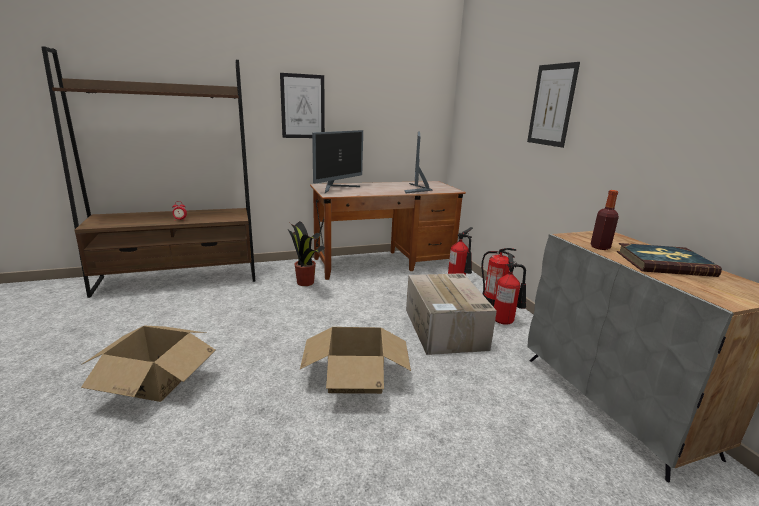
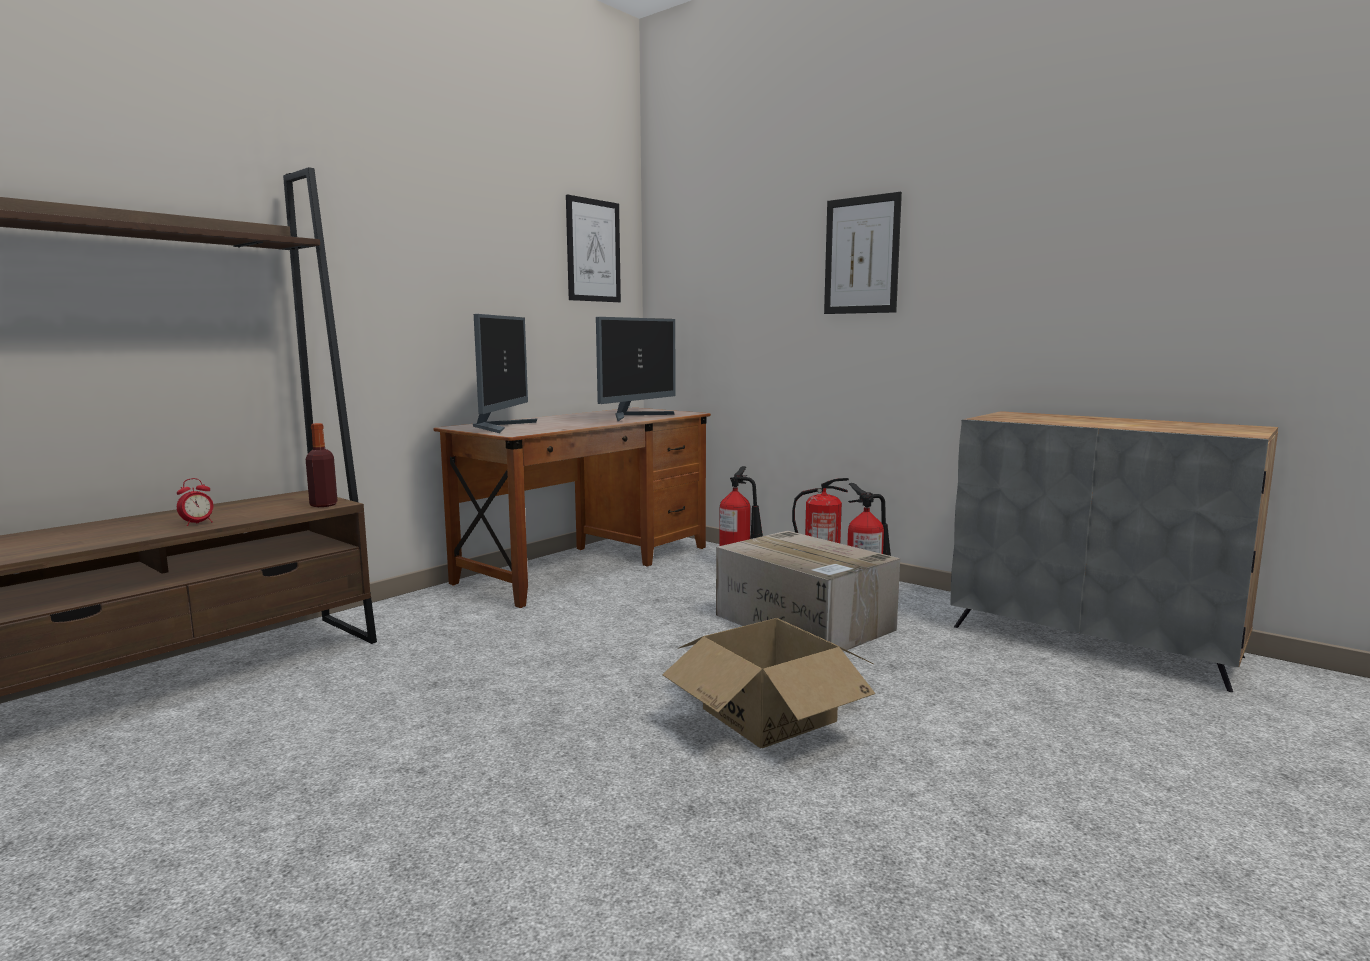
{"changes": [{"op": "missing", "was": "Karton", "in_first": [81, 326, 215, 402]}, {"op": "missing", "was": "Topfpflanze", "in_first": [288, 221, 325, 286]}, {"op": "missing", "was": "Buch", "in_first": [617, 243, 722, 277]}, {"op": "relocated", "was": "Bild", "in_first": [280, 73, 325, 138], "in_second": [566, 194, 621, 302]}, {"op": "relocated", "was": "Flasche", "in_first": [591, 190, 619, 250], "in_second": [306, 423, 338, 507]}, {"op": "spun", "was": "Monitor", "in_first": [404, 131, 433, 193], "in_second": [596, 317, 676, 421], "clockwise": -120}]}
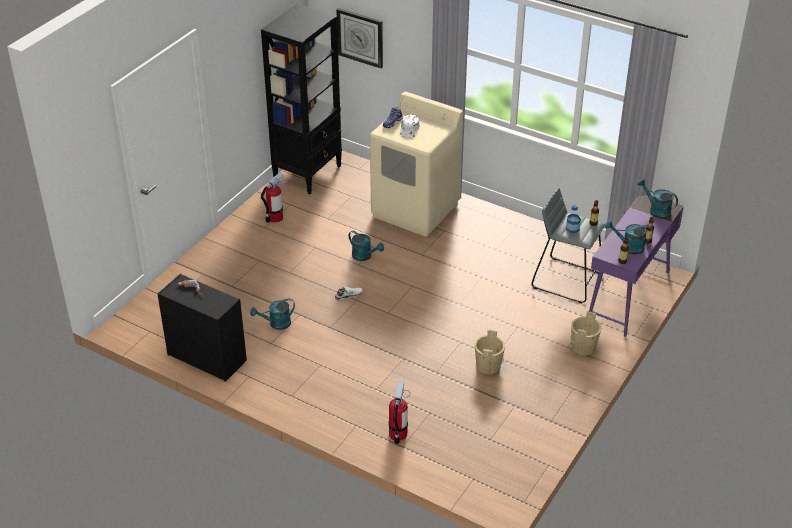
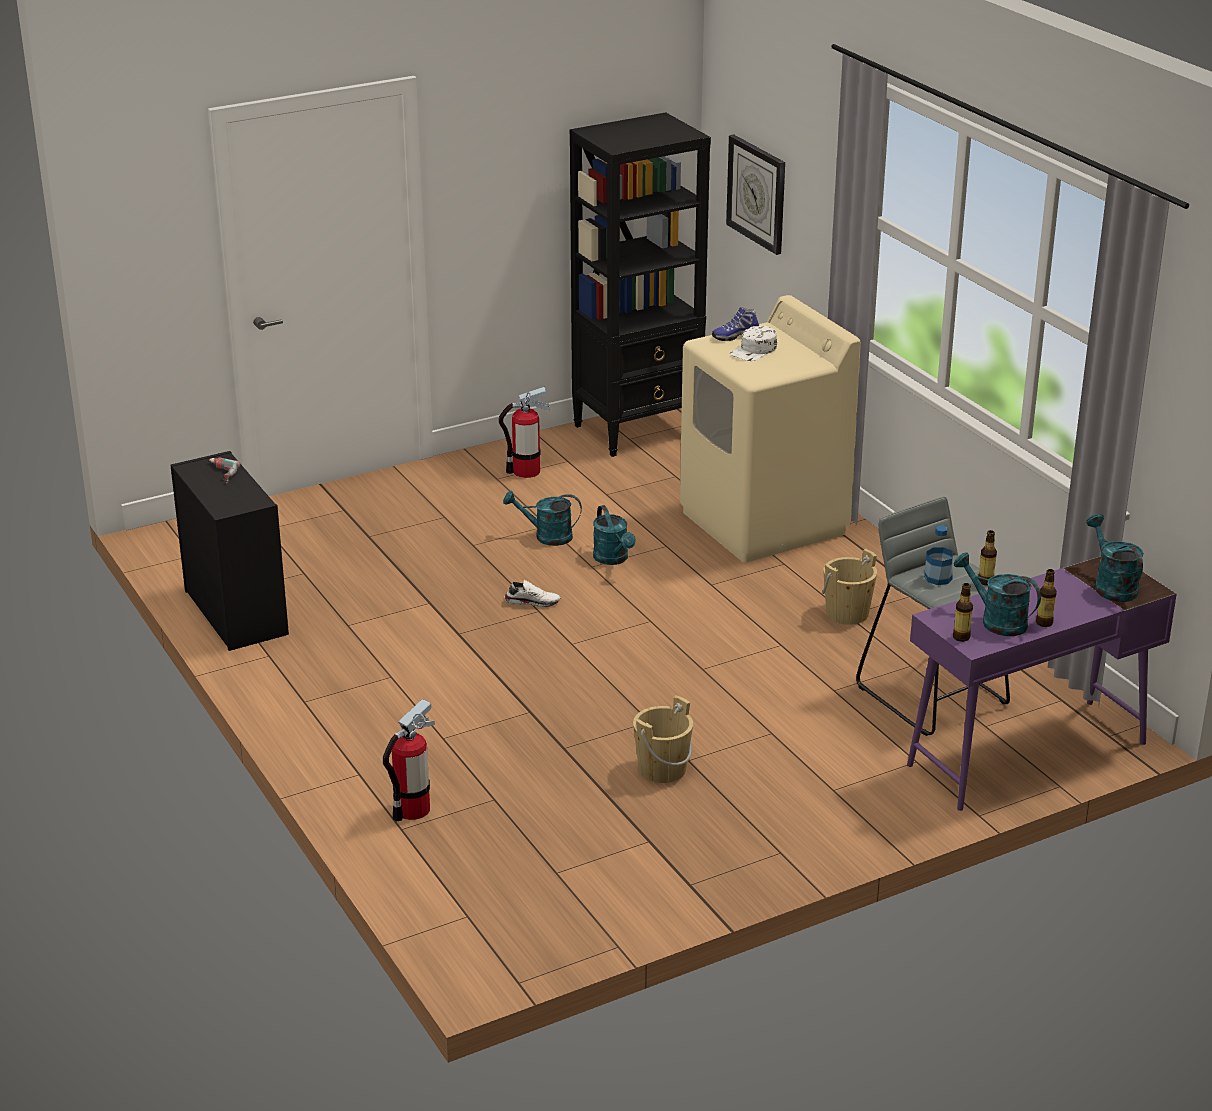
{"changes": [{"op": "relocated", "was": "Gießkanne (türkis)", "in_first": [250, 298, 295, 330], "in_second": [503, 491, 582, 546]}, {"op": "relocated", "was": "Eimer (beige)", "in_first": [570, 311, 602, 355], "in_second": [822, 549, 877, 625]}]}
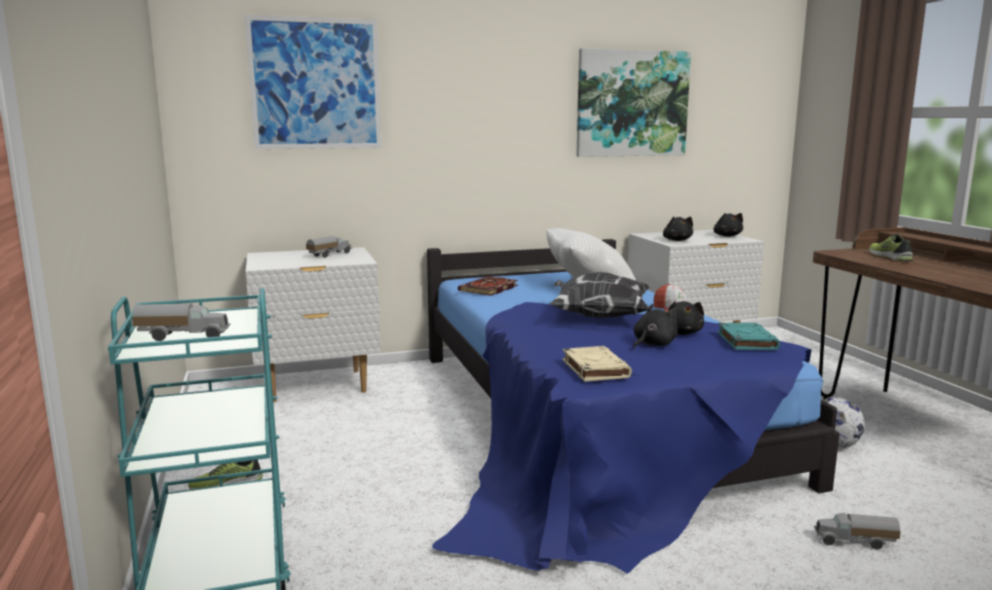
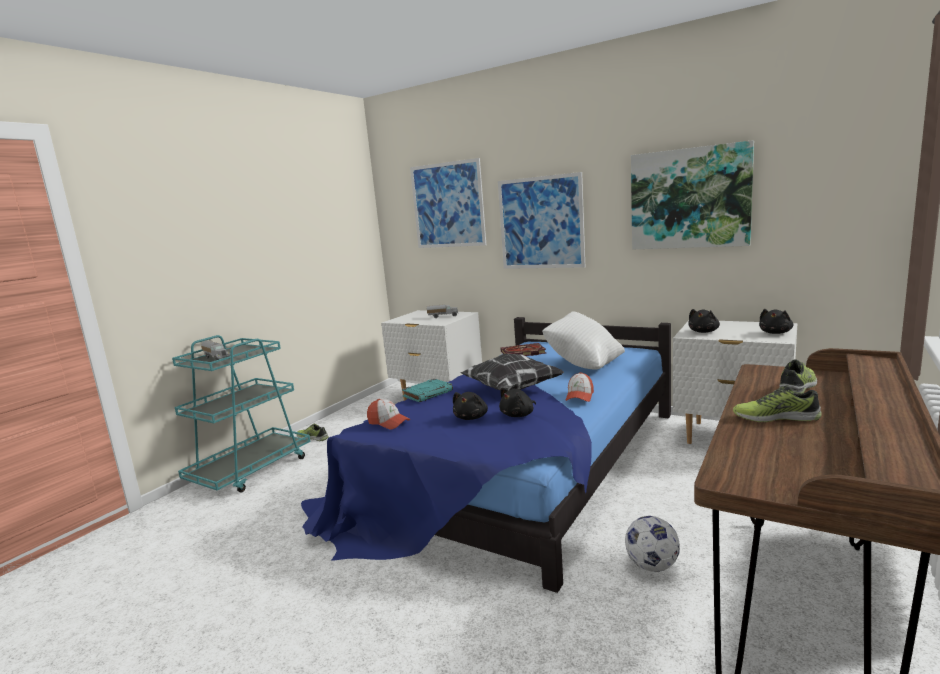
{"changes": [{"op": "missing", "was": "Spielzeuglaster", "in_first": [814, 513, 901, 550]}, {"op": "appeared", "now": "Bild", "in_second": [498, 172, 585, 269]}, {"op": "appeared", "now": "Schuh", "in_second": [733, 385, 822, 422]}, {"op": "relocated", "was": "Buch (türkis)", "in_first": [717, 323, 780, 350], "in_second": [402, 379, 453, 402]}, {"op": "exchanged", "was": "Buch (beige)", "now": "Kappe", "in_first": [562, 346, 632, 382], "in_second": [367, 399, 411, 430]}, {"op": "spun", "was": "Plüschtier (schwarz)", "in_first": [633, 304, 678, 349], "in_second": [453, 392, 488, 420], "clockwise": 105}]}
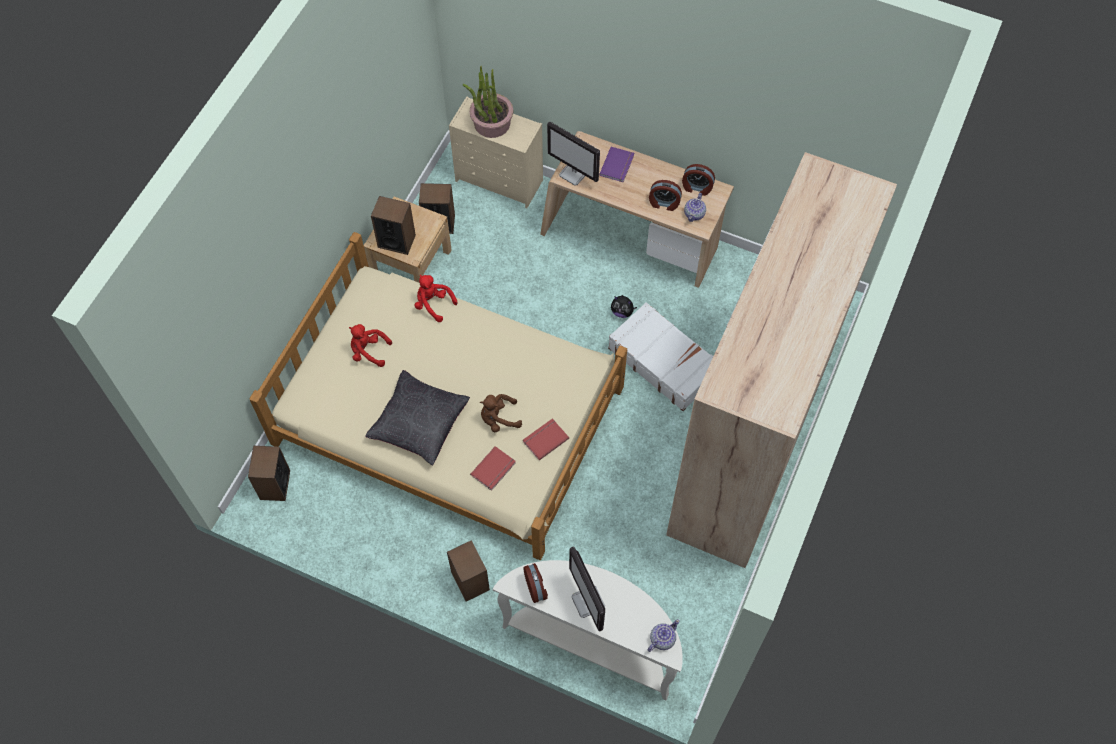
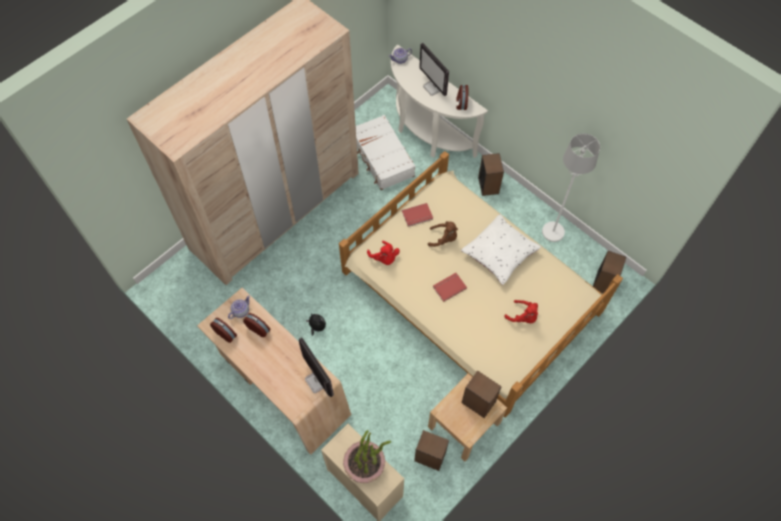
{"changes": [{"op": "missing", "was": "Buch (lila)", "in_first": [599, 147, 634, 182]}, {"op": "appeared", "now": "Stehlampe (weiß)", "in_second": [542, 133, 600, 242]}, {"op": "relocated", "was": "Plüschtier (rot)", "in_first": [415, 275, 458, 322], "in_second": [367, 241, 400, 265]}, {"op": "relocated", "was": "Buch (rot)", "in_first": [470, 446, 516, 491], "in_second": [433, 273, 467, 302]}, {"op": "relocated", "was": "Koffer (weiß)", "in_first": [608, 302, 713, 411], "in_second": [356, 115, 415, 190]}, {"op": "colour", "was": "Kissen (schwarz)", "now": "Kissen (weiß)", "in_first": [365, 370, 470, 466], "in_second": [461, 214, 541, 285]}, {"op": "spun", "was": "Monitor", "in_first": [569, 547, 605, 631], "in_second": [419, 43, 449, 96], "clockwise": 150}]}
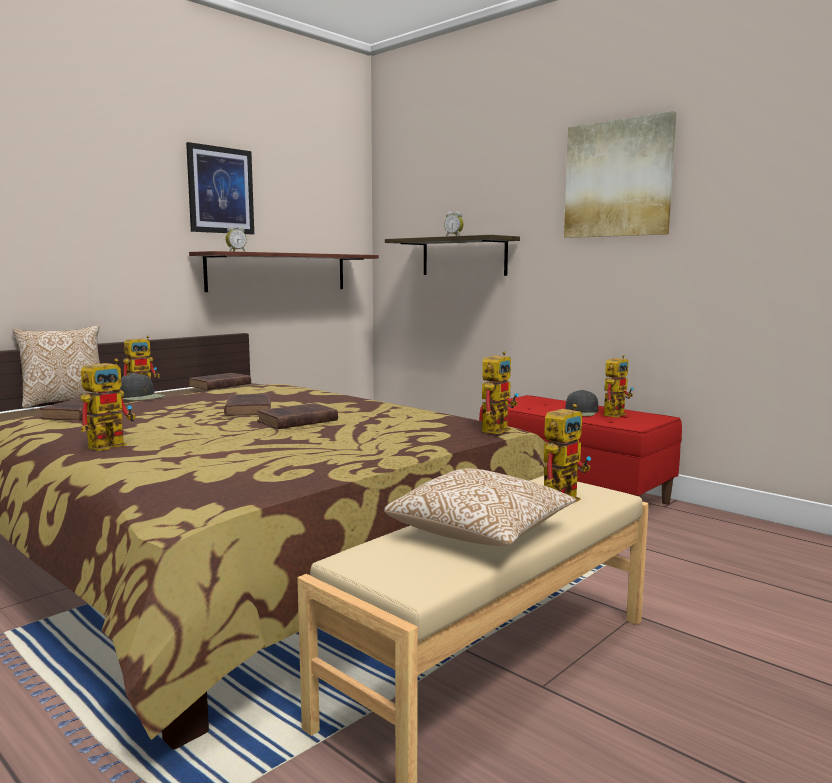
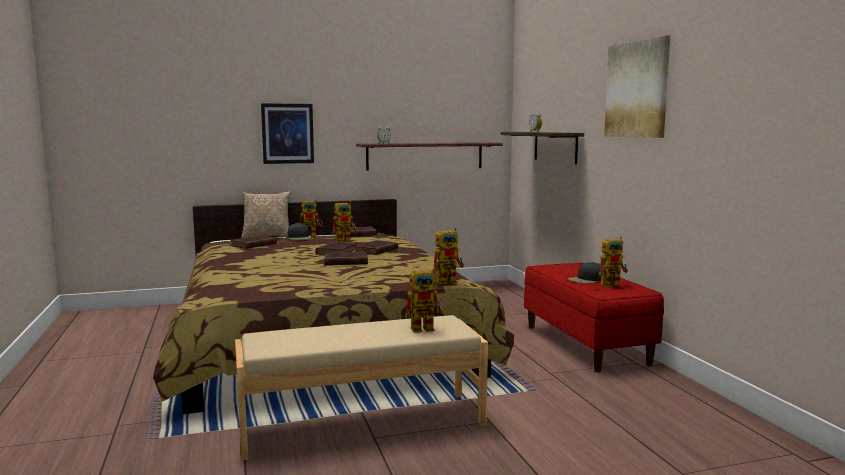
{"changes": [{"op": "missing", "was": "Kissen", "in_first": [384, 468, 576, 546]}, {"op": "appeared", "now": "Buch (braun)", "in_second": [354, 240, 398, 255]}, {"op": "relocated", "was": "Spielzeugroboter", "in_first": [81, 359, 135, 451], "in_second": [332, 201, 357, 242]}, {"op": "relocated", "was": "Bild", "in_first": [186, 142, 254, 234], "in_second": [261, 103, 314, 164]}]}
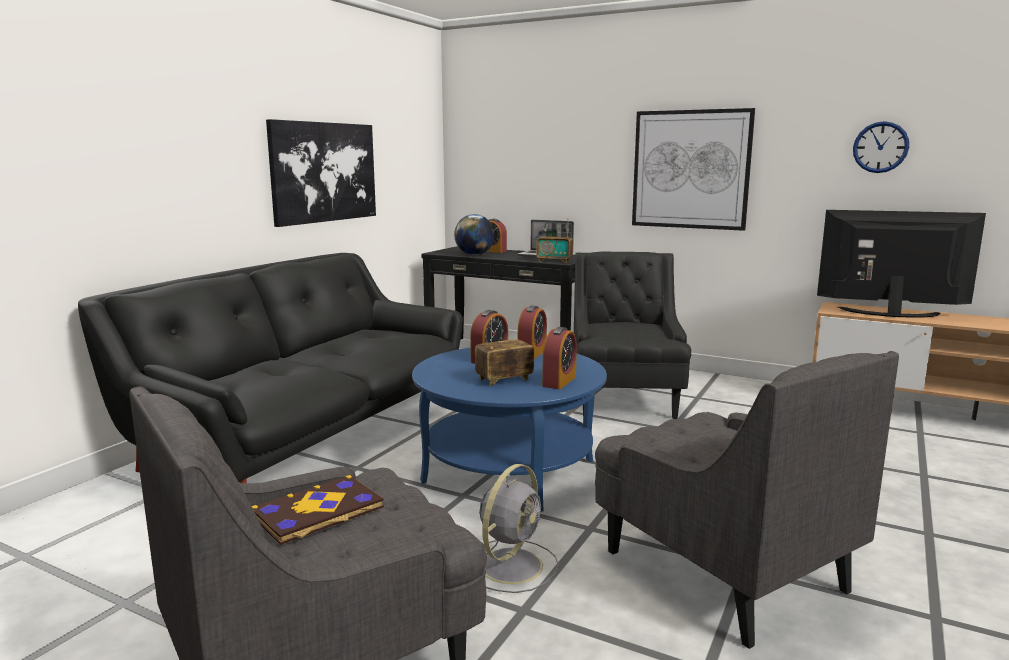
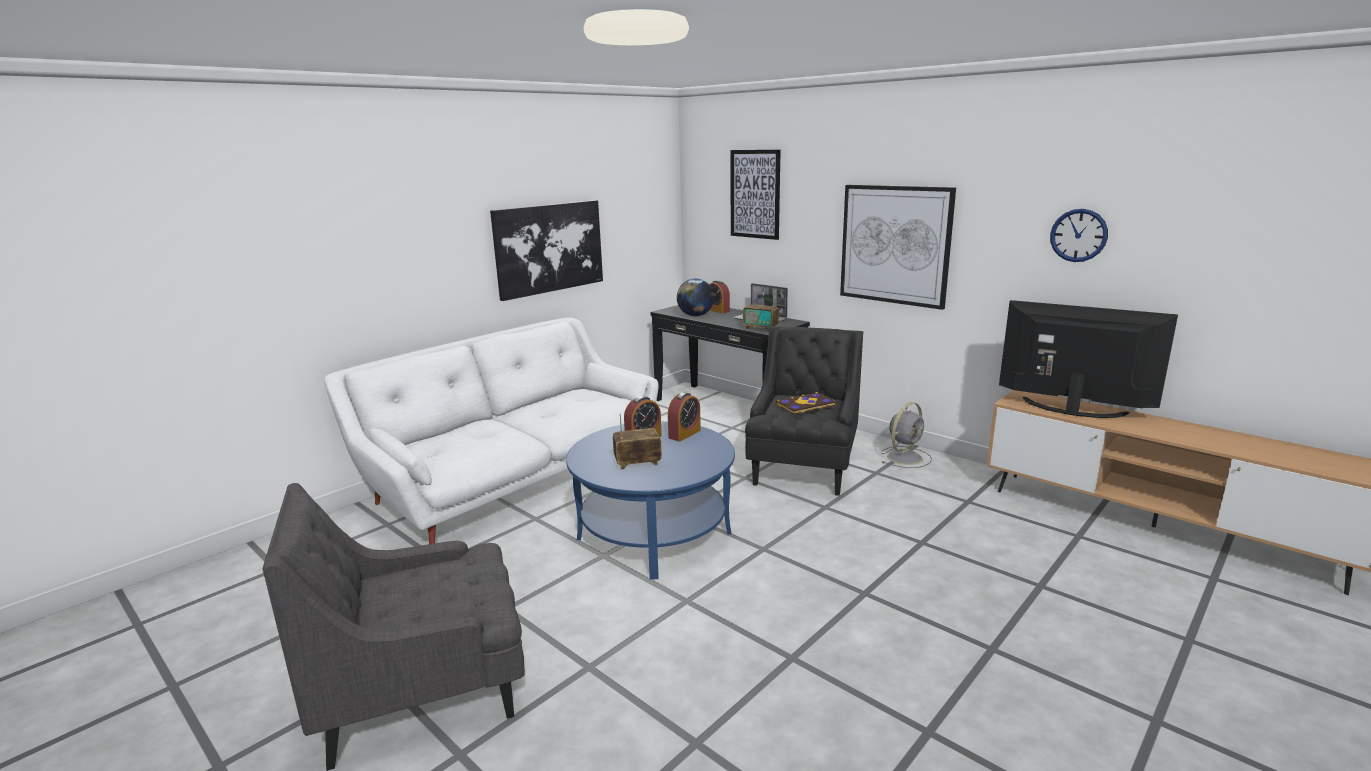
{"changes": [{"op": "missing", "was": "Wecker", "in_first": [542, 327, 577, 389]}, {"op": "missing", "was": "Sessel (grau)", "in_first": [595, 351, 899, 649]}, {"op": "appeared", "now": "Bild", "in_second": [730, 150, 781, 240]}, {"op": "relocated", "was": "Buch", "in_first": [252, 475, 384, 545], "in_second": [776, 392, 836, 415]}, {"op": "relocated", "was": "Ventilator (grau)", "in_first": [479, 464, 559, 593], "in_second": [881, 402, 932, 468]}, {"op": "colour", "was": "Sofa (schwarz)", "now": "Sofa (weiß)", "in_first": [78, 253, 463, 483], "in_second": [324, 318, 659, 544]}]}
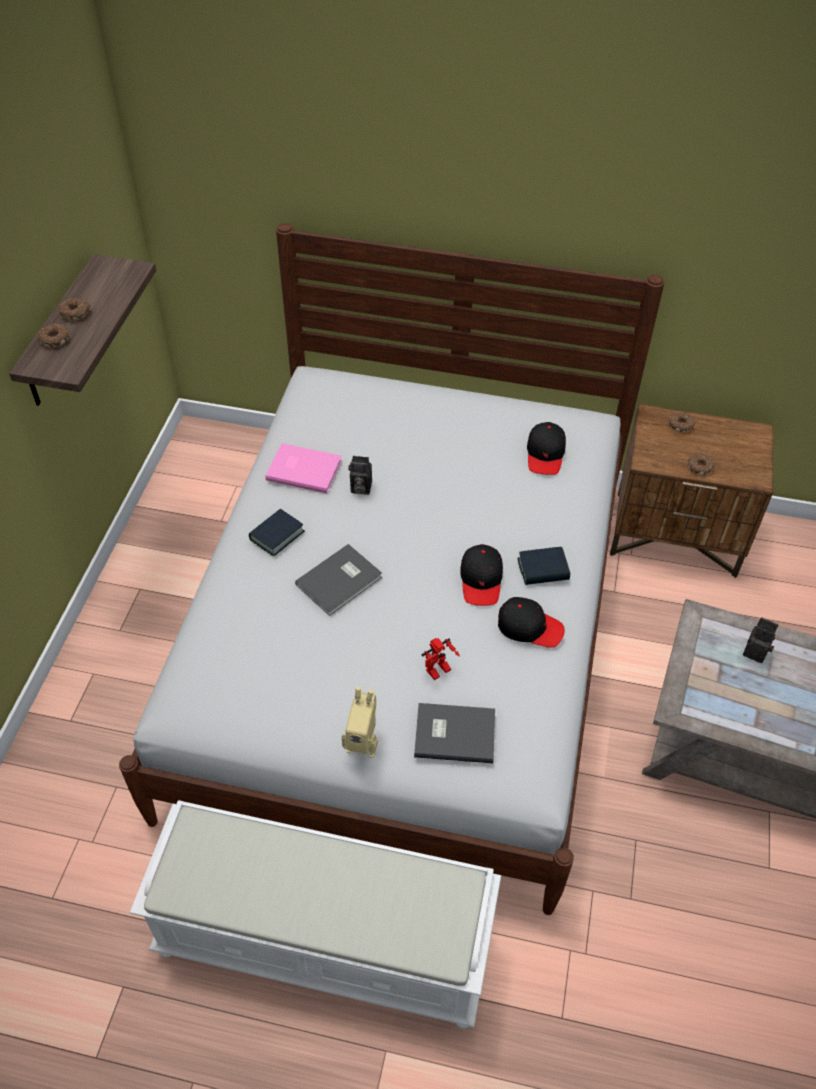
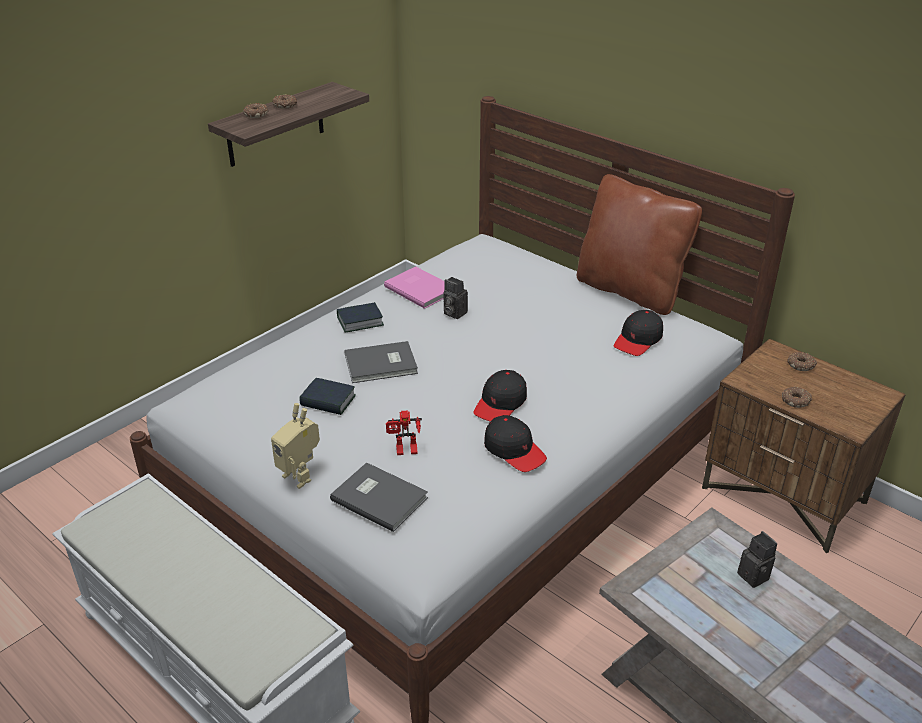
{"changes": [{"op": "appeared", "now": "Kissen (braun)", "in_second": [577, 174, 702, 315]}, {"op": "relocated", "was": "Buch", "in_first": [517, 547, 570, 585], "in_second": [300, 378, 356, 415]}]}
